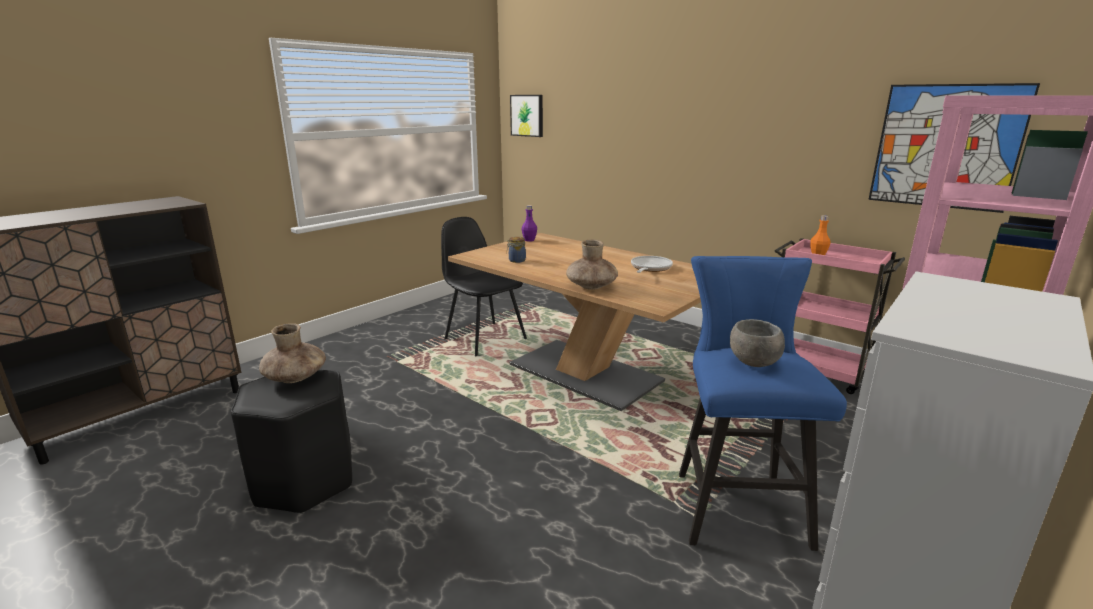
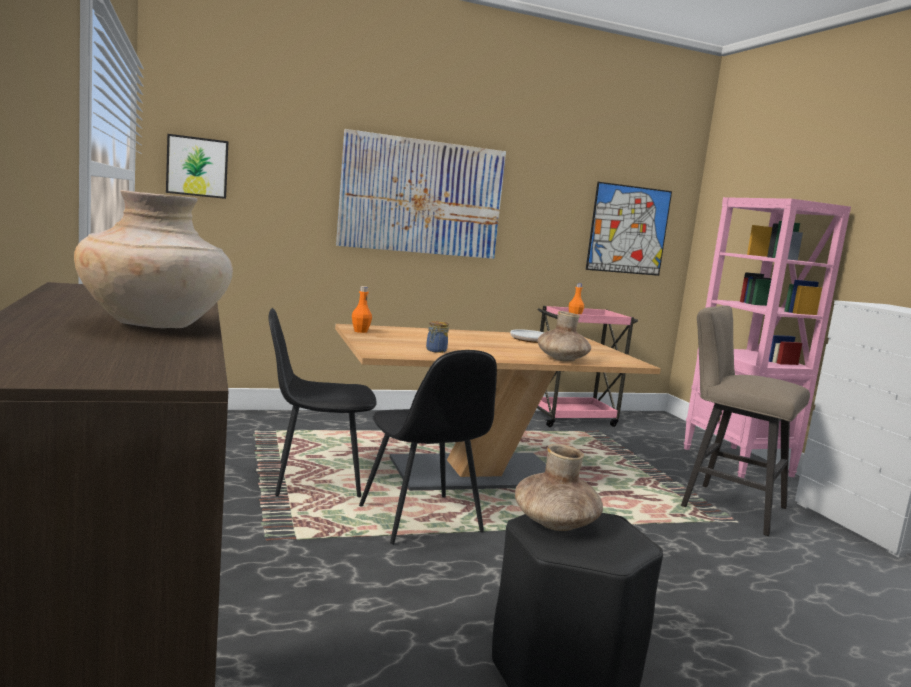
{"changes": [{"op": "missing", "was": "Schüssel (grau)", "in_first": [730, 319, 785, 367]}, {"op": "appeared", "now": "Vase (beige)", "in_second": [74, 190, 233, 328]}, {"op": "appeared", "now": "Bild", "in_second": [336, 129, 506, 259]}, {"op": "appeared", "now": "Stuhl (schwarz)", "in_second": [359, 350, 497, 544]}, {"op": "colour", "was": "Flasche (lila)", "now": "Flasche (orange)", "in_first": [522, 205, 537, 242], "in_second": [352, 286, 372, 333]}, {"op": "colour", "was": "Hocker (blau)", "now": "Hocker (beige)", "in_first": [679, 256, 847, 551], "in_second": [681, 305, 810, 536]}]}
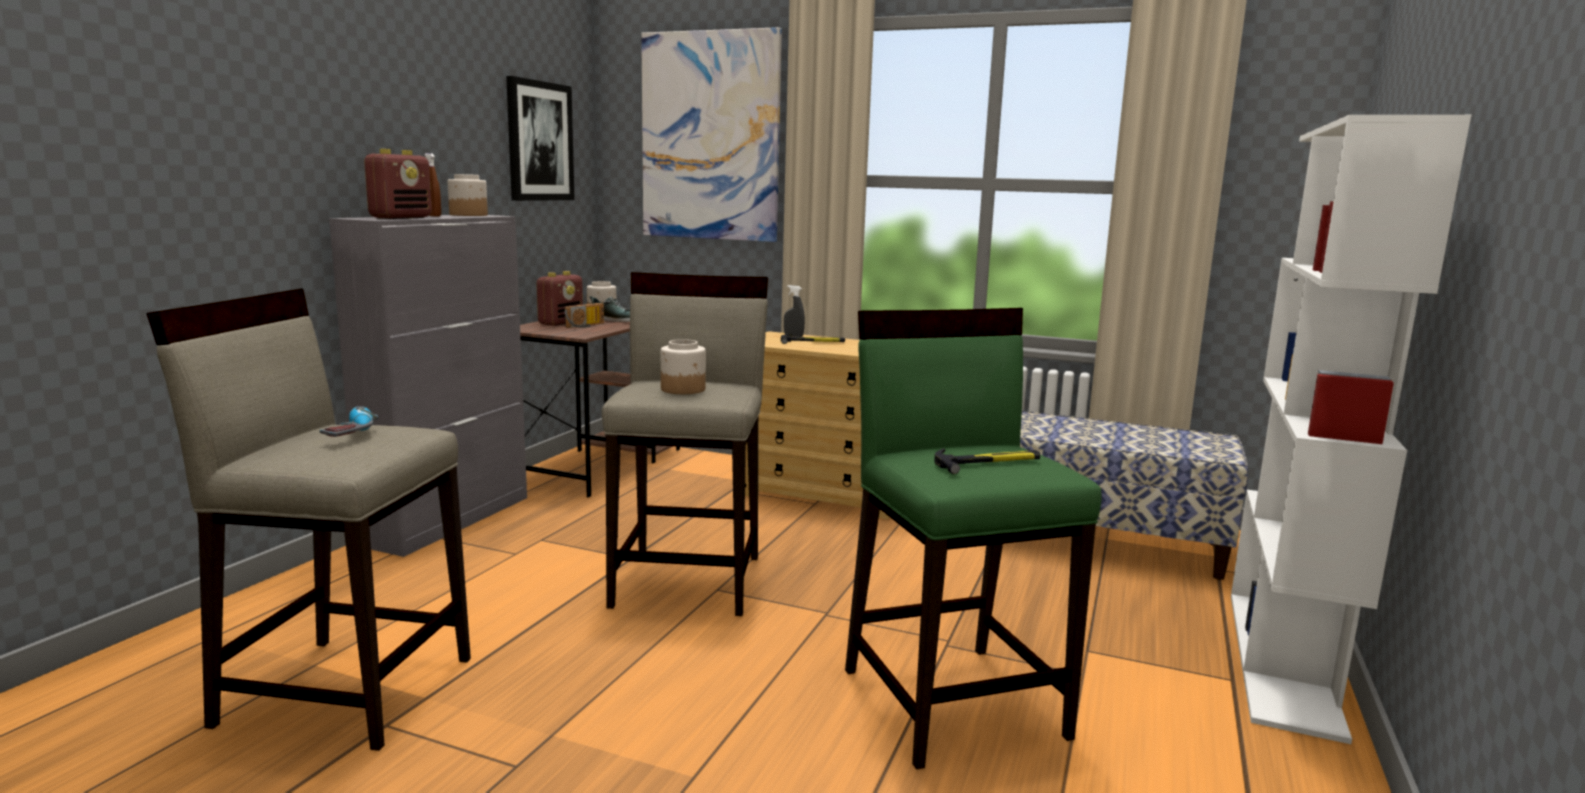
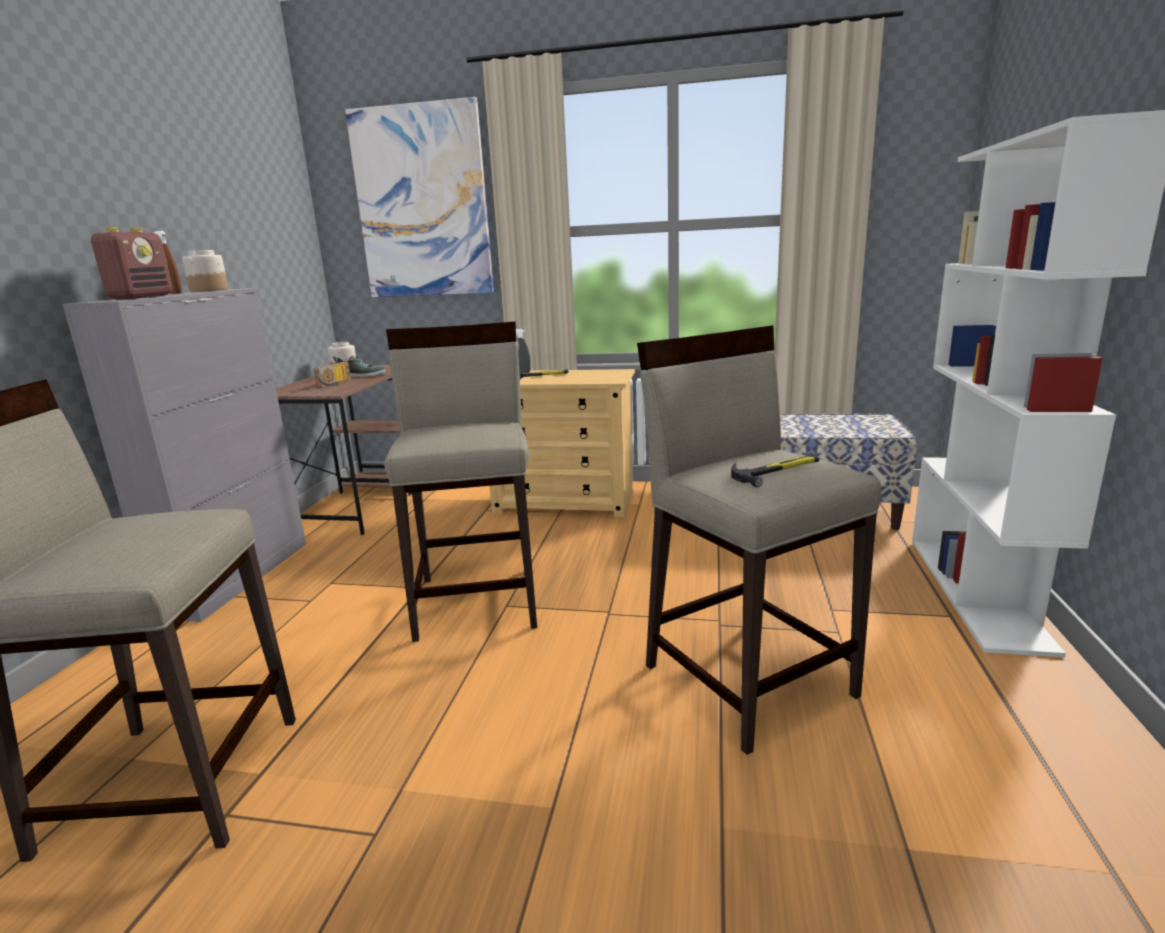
{"changes": [{"op": "missing", "was": "Bohrmaschine", "in_first": [319, 406, 379, 437]}, {"op": "missing", "was": "Bild", "in_first": [506, 76, 575, 201]}, {"op": "missing", "was": "Radio", "in_first": [536, 271, 583, 326]}, {"op": "missing", "was": "Vorratsglas", "in_first": [661, 339, 706, 394]}, {"op": "colour", "was": "Hocker (grün)", "now": "Hocker (beige)", "in_first": [845, 308, 1102, 770], "in_second": [637, 325, 881, 755]}]}
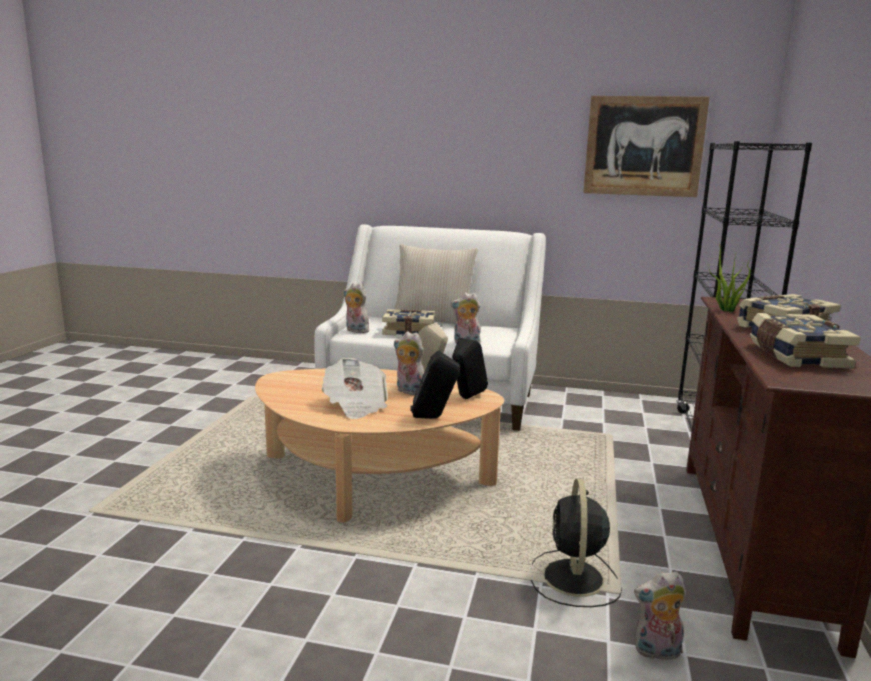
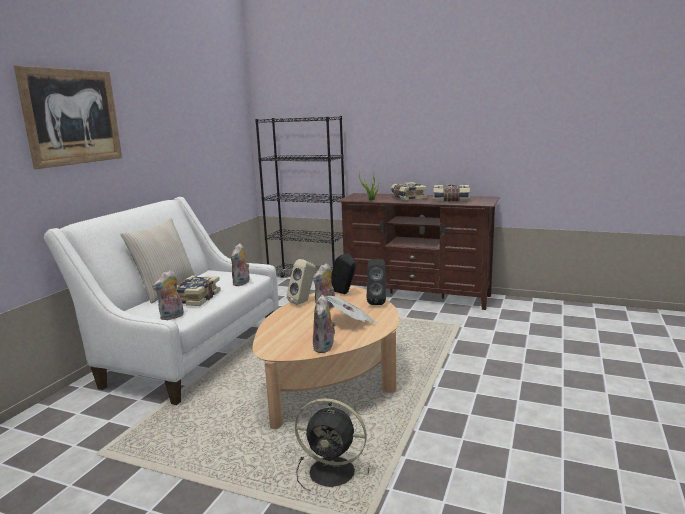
{"changes": [{"op": "relocated", "was": "Ventilator (schwarz)", "in_first": [531, 478, 622, 607], "in_second": [295, 398, 369, 491]}, {"op": "relocated", "was": "Bild", "in_first": [583, 96, 710, 197], "in_second": [14, 65, 122, 169]}, {"op": "relocated", "was": "Plüschtier", "in_first": [634, 572, 686, 660], "in_second": [313, 295, 336, 353]}]}
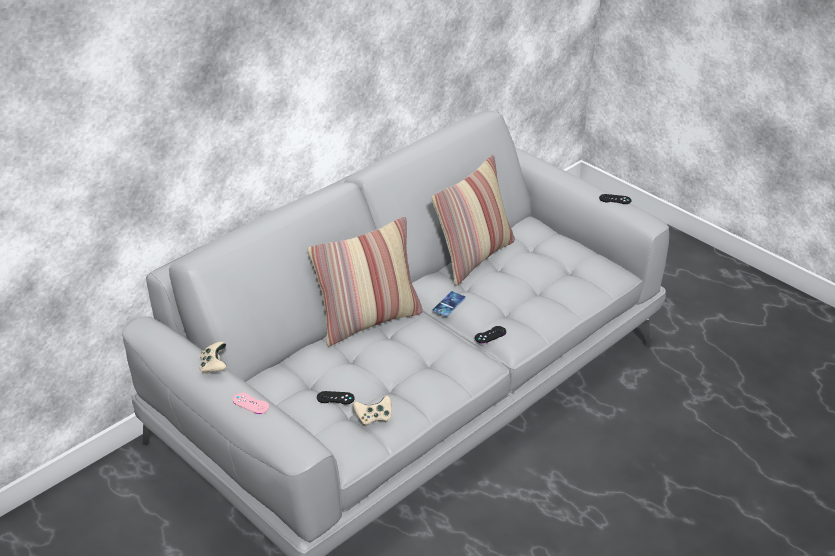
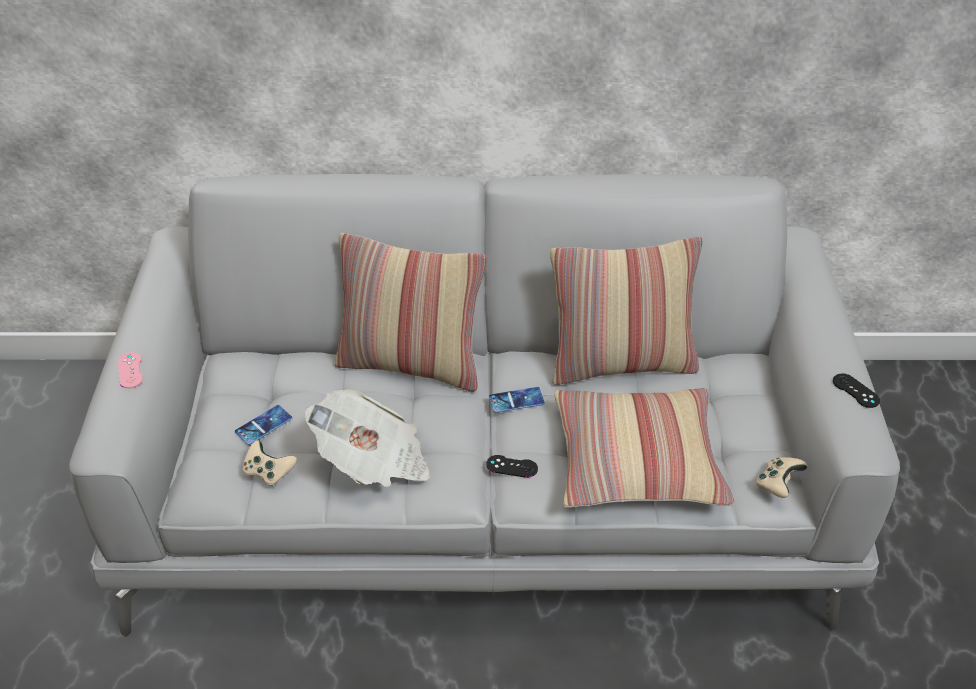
{"changes": [{"op": "appeared", "now": "Zeitung", "in_second": [305, 389, 430, 487]}, {"op": "appeared", "now": "Kissen", "in_second": [554, 388, 734, 508]}, {"op": "relocated", "was": "Gamepad (beige)", "in_first": [200, 342, 227, 374], "in_second": [756, 457, 808, 498]}, {"op": "exchanged", "was": "Gamepad (schwarz)", "now": "Handy", "in_first": [317, 391, 354, 404], "in_second": [235, 405, 292, 445]}]}
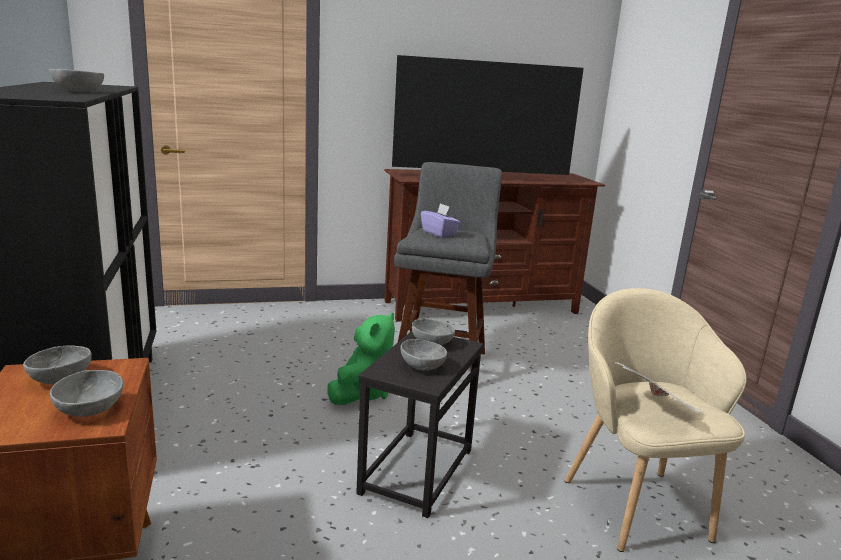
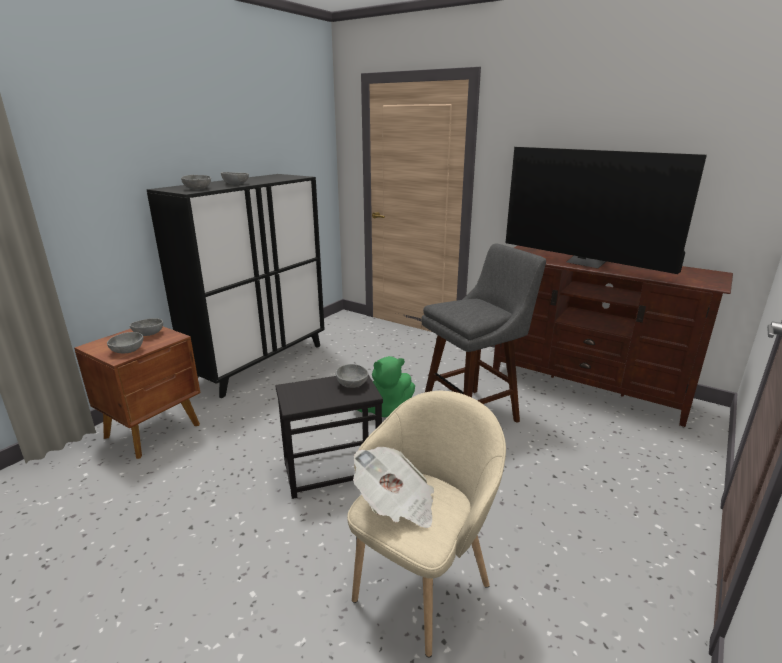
{"changes": [{"op": "missing", "was": "Taschentuchbox (lila)", "in_first": [421, 203, 461, 238]}, {"op": "relocated", "was": "Schüssel (grau)", "in_first": [400, 339, 447, 370], "in_second": [181, 175, 211, 190]}]}
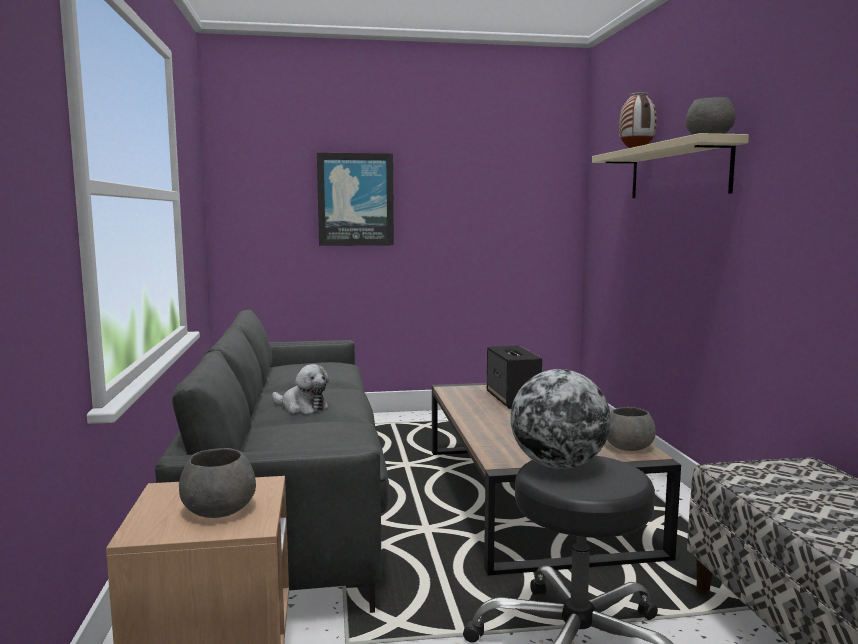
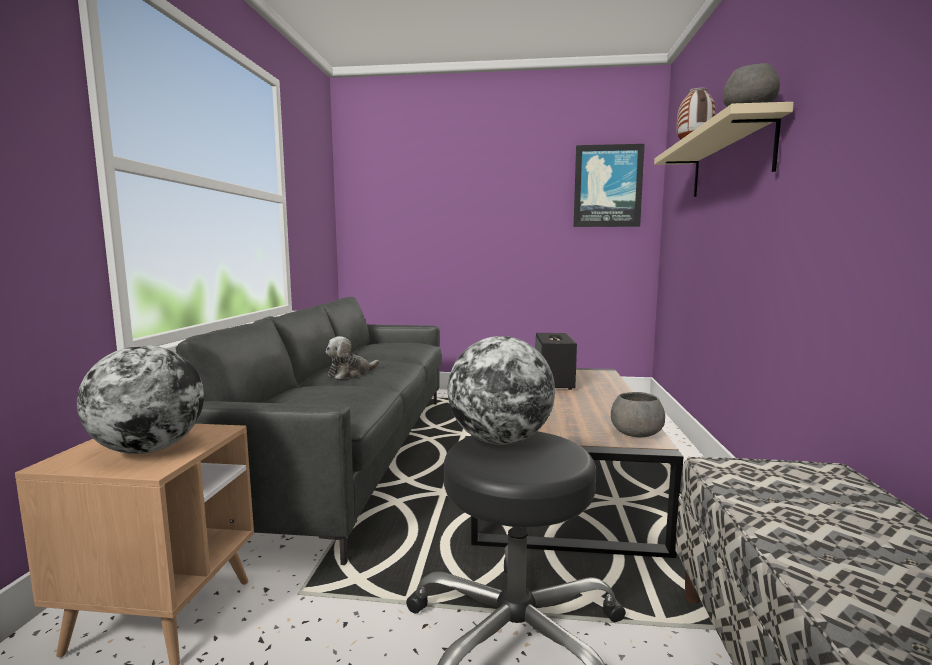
{"changes": [{"op": "relocated", "was": "Bild", "in_first": [317, 153, 394, 246], "in_second": [574, 144, 645, 227]}, {"op": "exchanged", "was": "Schüssel (grau)", "now": "Globus", "in_first": [179, 448, 256, 518], "in_second": [77, 345, 204, 454]}, {"op": "spun", "was": "Plüschtier", "in_first": [272, 364, 329, 414], "in_second": [326, 336, 379, 379], "clockwise": 90}]}
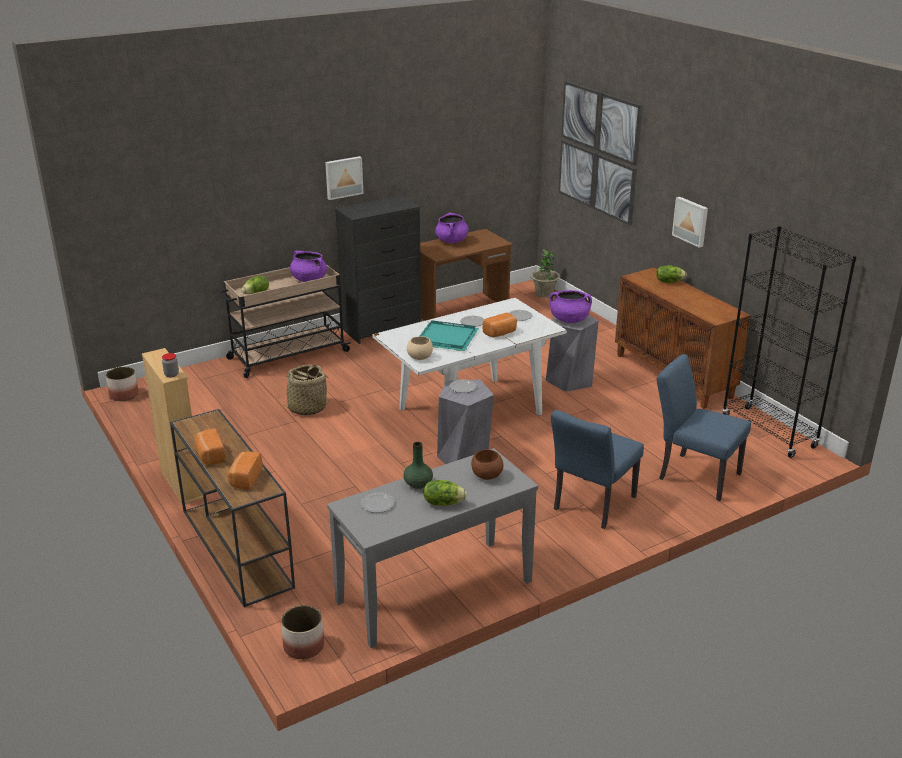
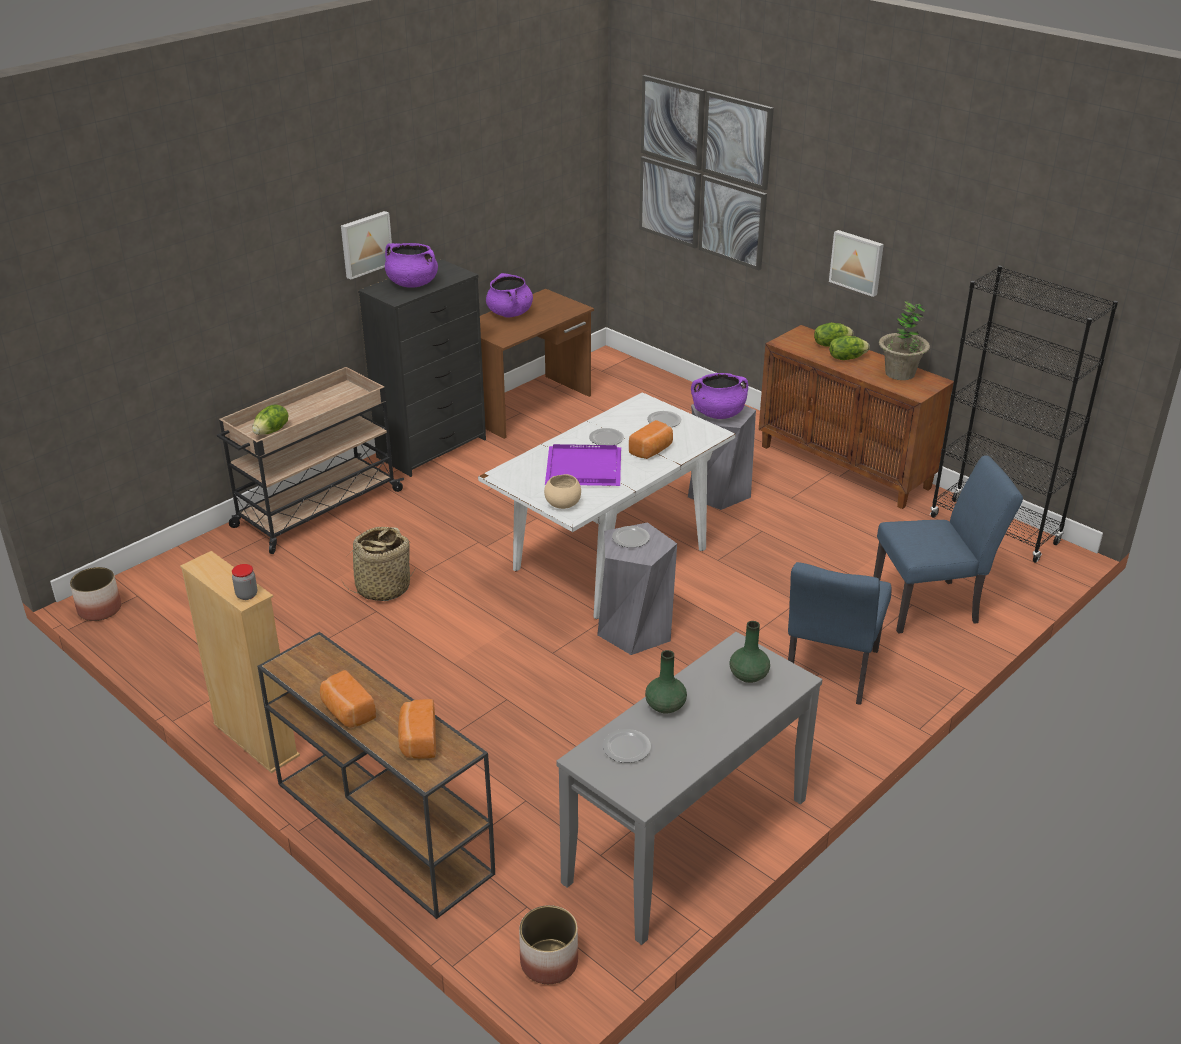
{"changes": [{"op": "relocated", "was": "Kochtopf (lila)", "in_first": [290, 251, 327, 282], "in_second": [385, 243, 438, 288]}, {"op": "relocated", "was": "Salatkopf", "in_first": [424, 480, 467, 506], "in_second": [829, 336, 870, 360]}, {"op": "relocated", "was": "Topfpflanze", "in_first": [530, 249, 561, 298], "in_second": [879, 301, 930, 380]}, {"op": "exchanged", "was": "Schüssel (braun)", "now": "Vase (grün)", "in_first": [471, 450, 504, 480], "in_second": [730, 621, 770, 683]}, {"op": "colour", "was": "Tablett (türkis)", "now": "Tablett (lila)", "in_first": [419, 320, 479, 351], "in_second": [545, 444, 621, 486]}, {"op": "spun", "was": "Stuhl (blau)", "in_first": [657, 354, 751, 501], "in_second": [873, 455, 1023, 634], "clockwise": 150}]}
